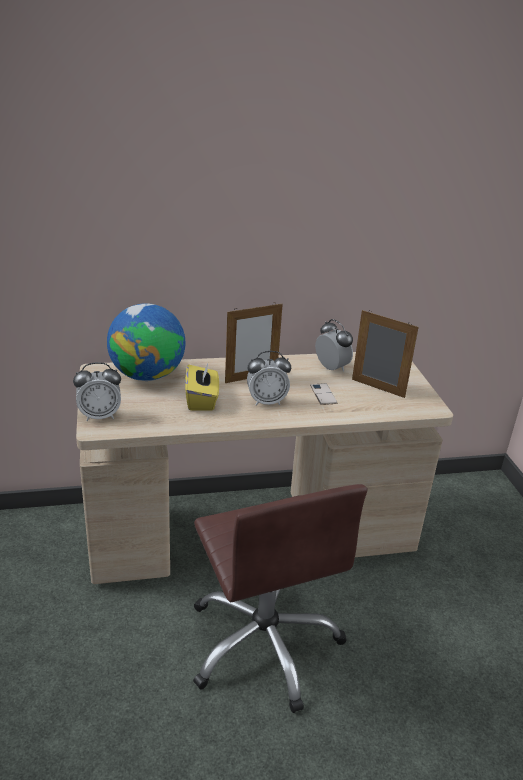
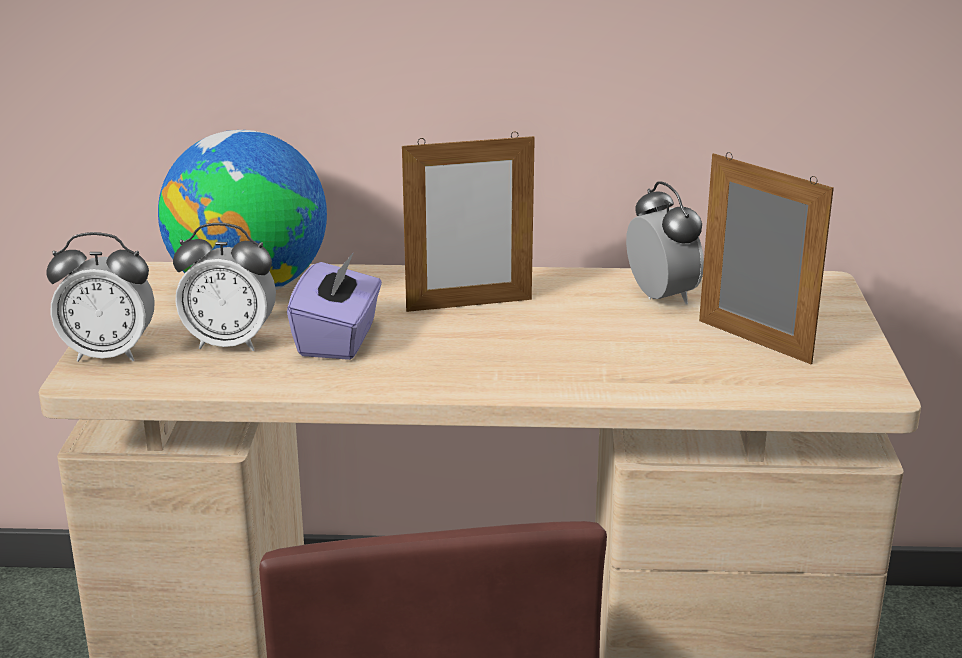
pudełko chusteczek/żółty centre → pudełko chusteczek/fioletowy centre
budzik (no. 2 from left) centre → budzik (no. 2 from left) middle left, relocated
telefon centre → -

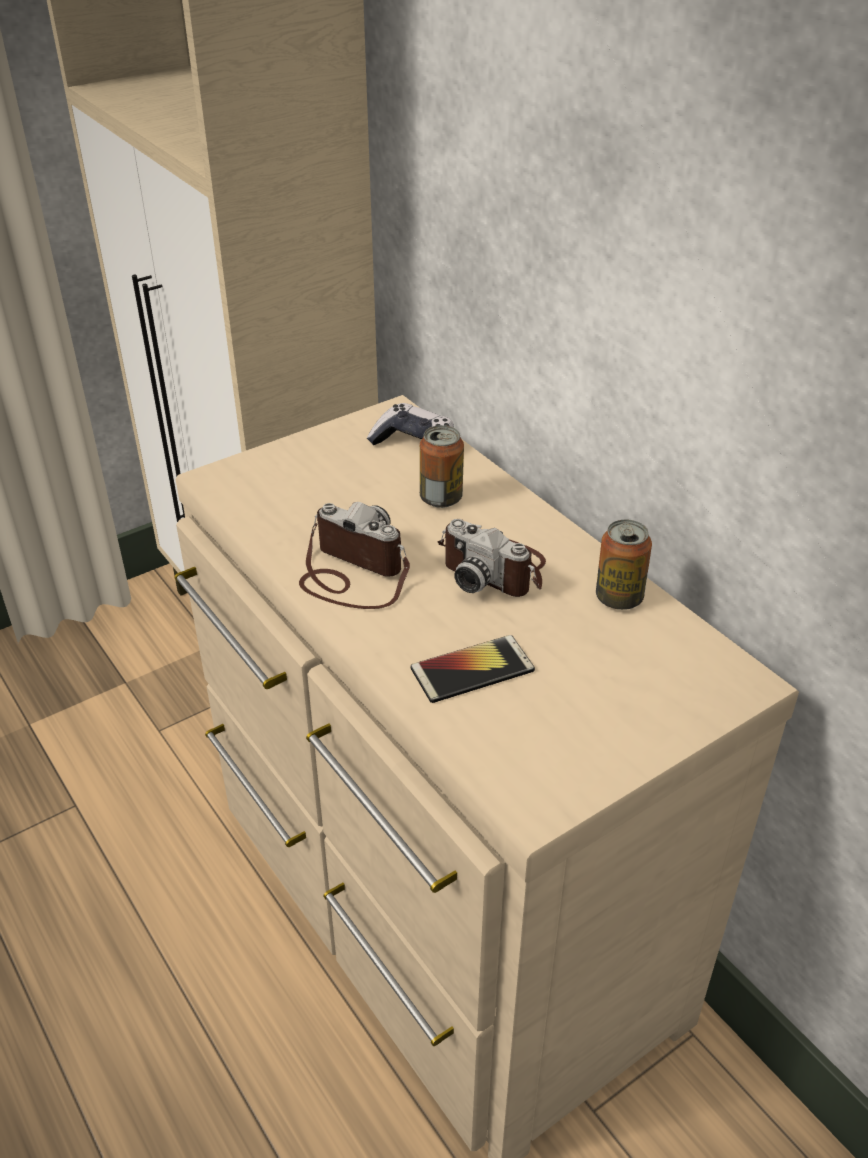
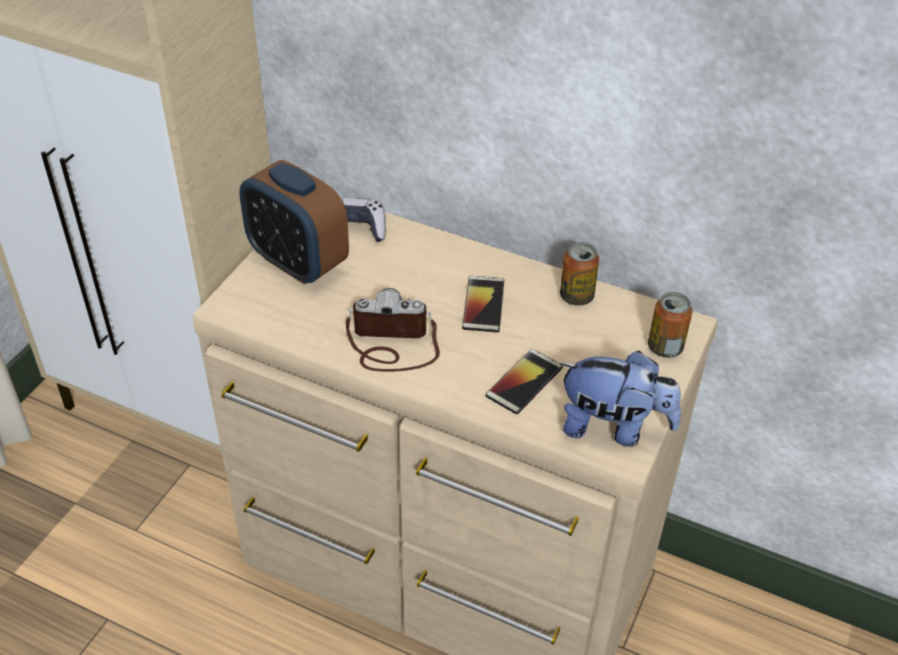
puszka (no. 1 from left in the first image) centre → puszka (no. 2 from left) middle right, relocated
aparat fotograficzny (no. 2 from left) centre → telefon (no. 1 from left) centre
- → budzik middle left
- → pluszak middle right

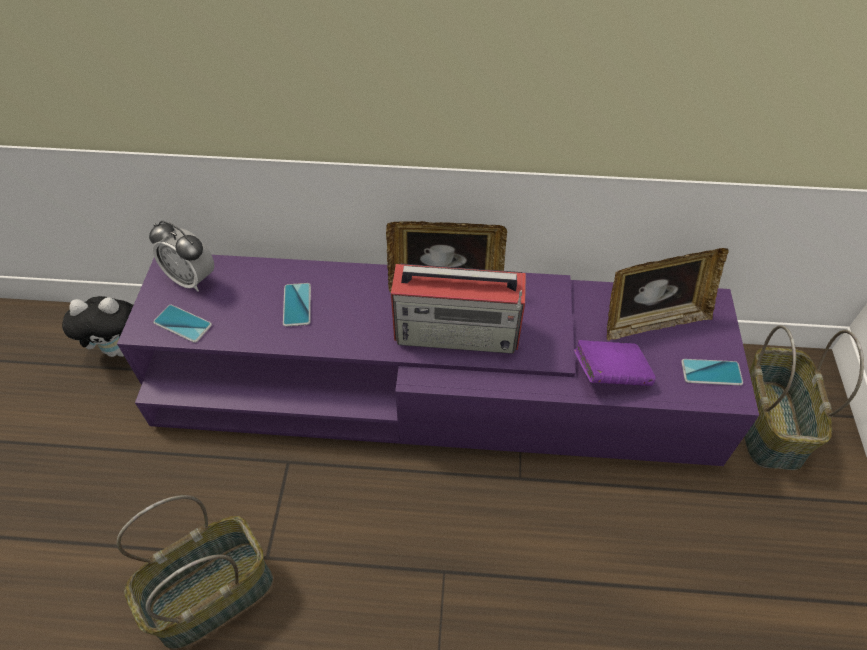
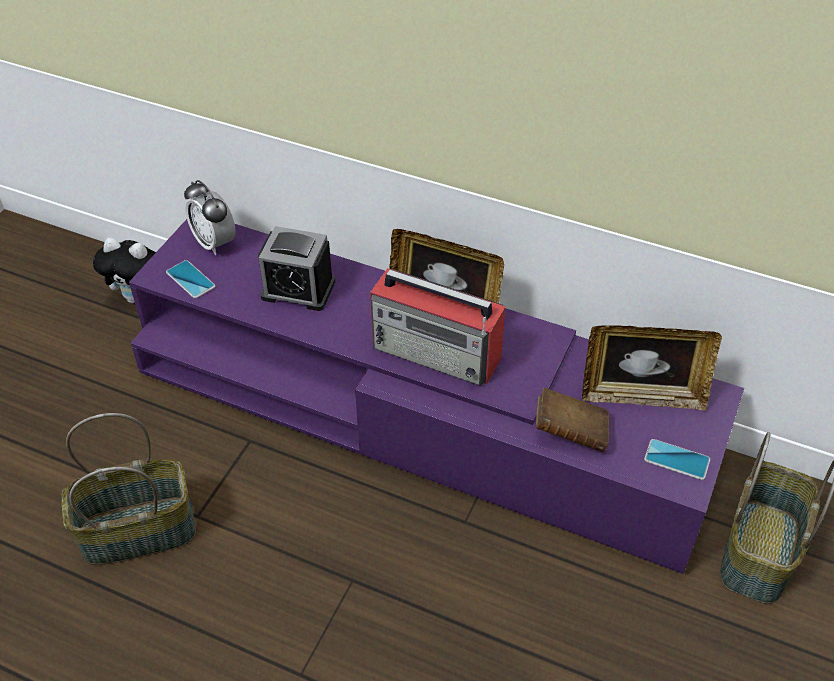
telefon (no. 2 from left) centre → budzik (no. 2 from left) centre
książka/fioletowy middle right → książka/brązowy middle right

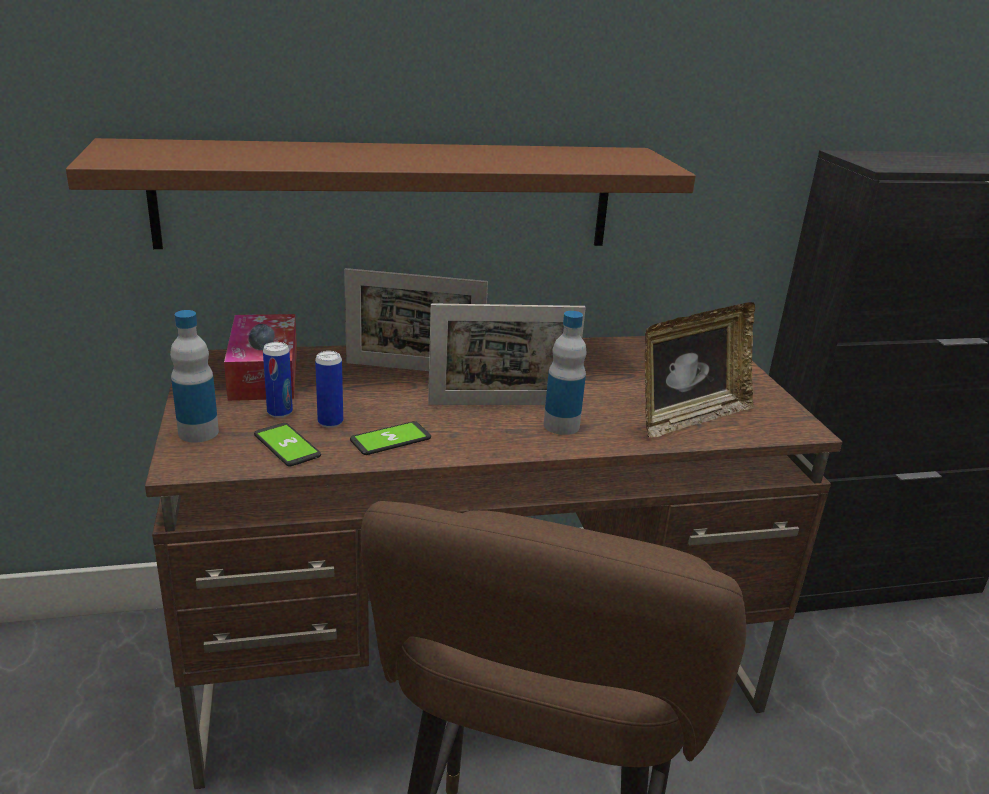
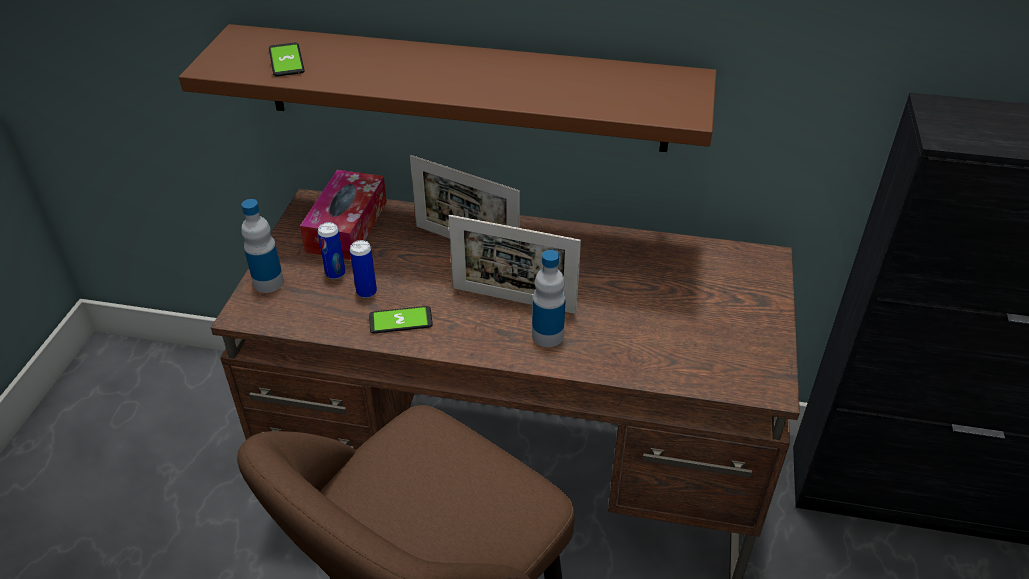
telefon (no. 1 from left) middle left → telefon (no. 1 from left) top left, relocated
ramka na zdjęcie (no. 3 from left) middle right → -

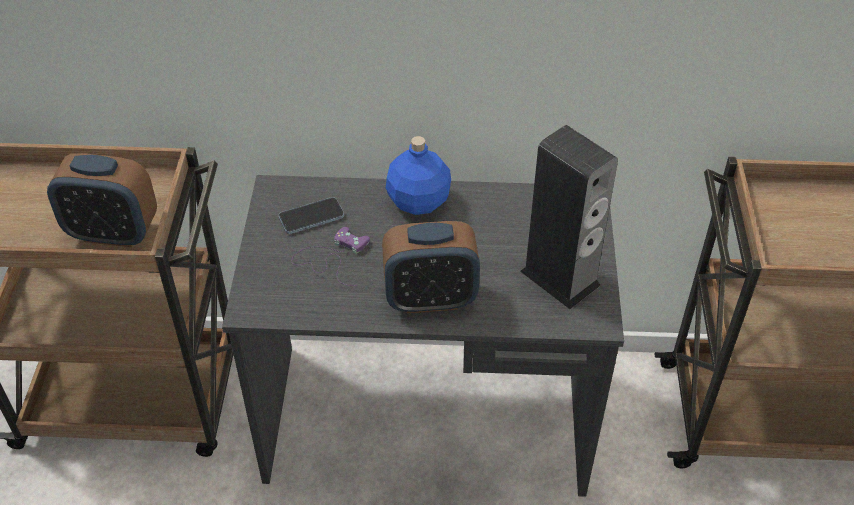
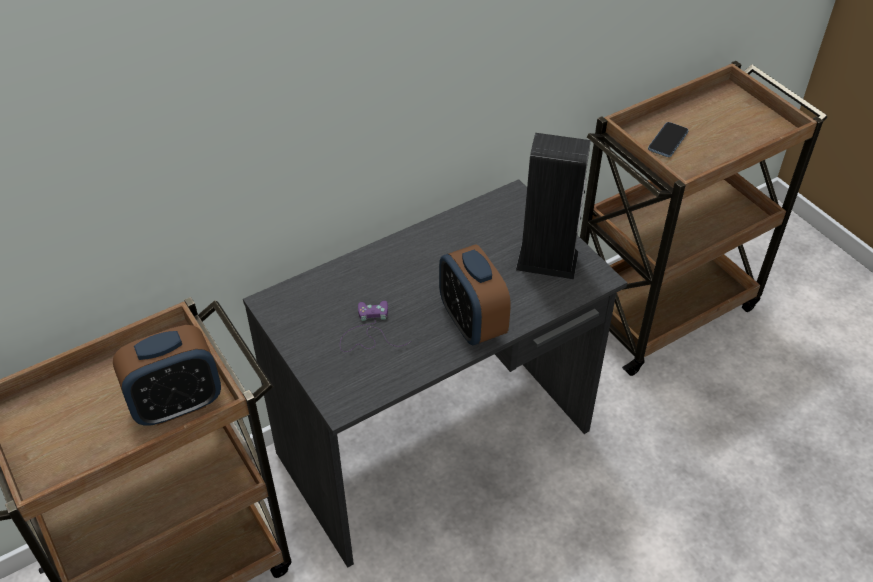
telefon centre → telefon top right, relocated
budzik (no. 2 from left) centre, 105 degrees clockwise
butelka/niebieski centre → -

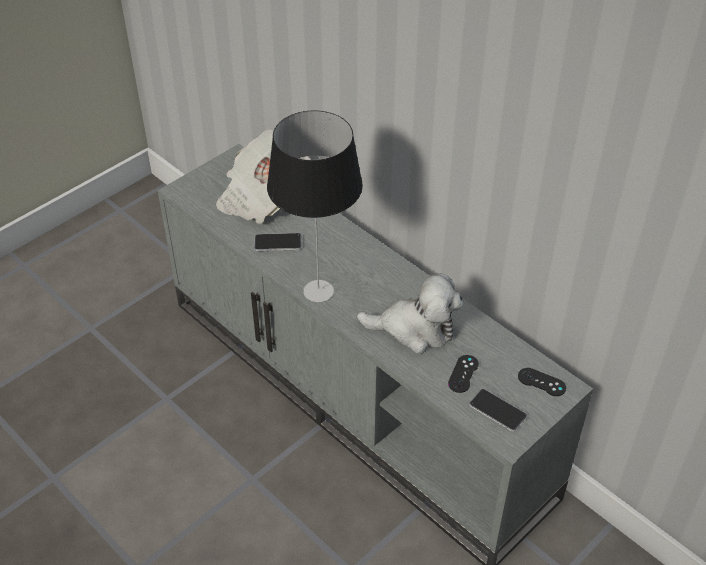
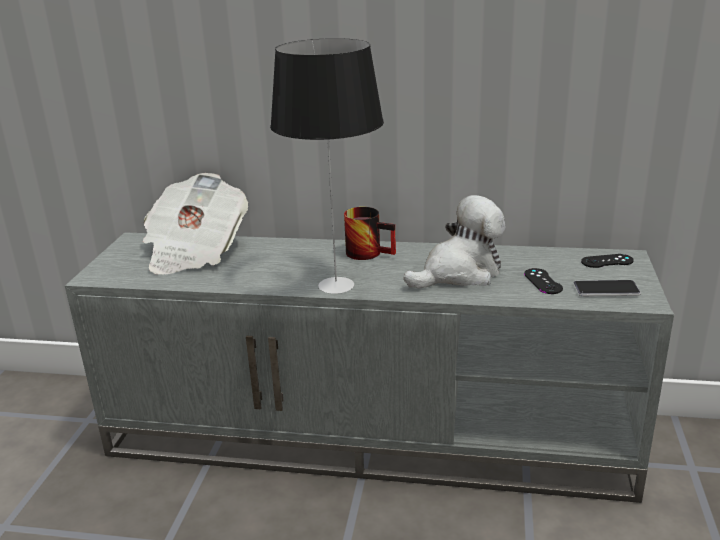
telefon (no. 1 from left) centre → -
- → kubek centre

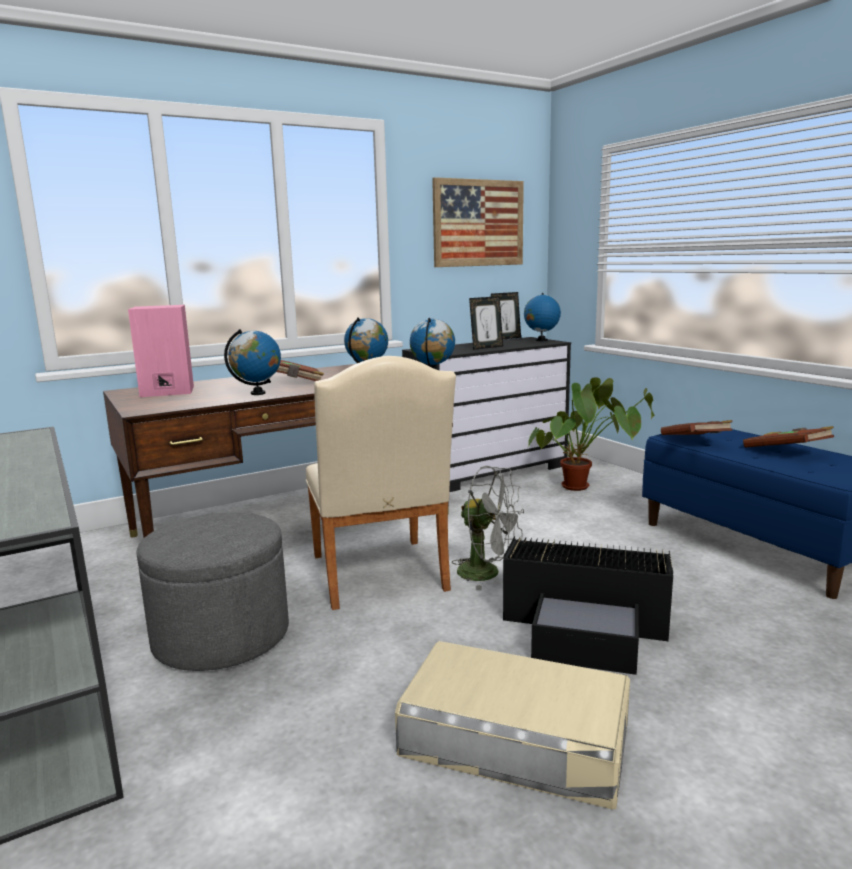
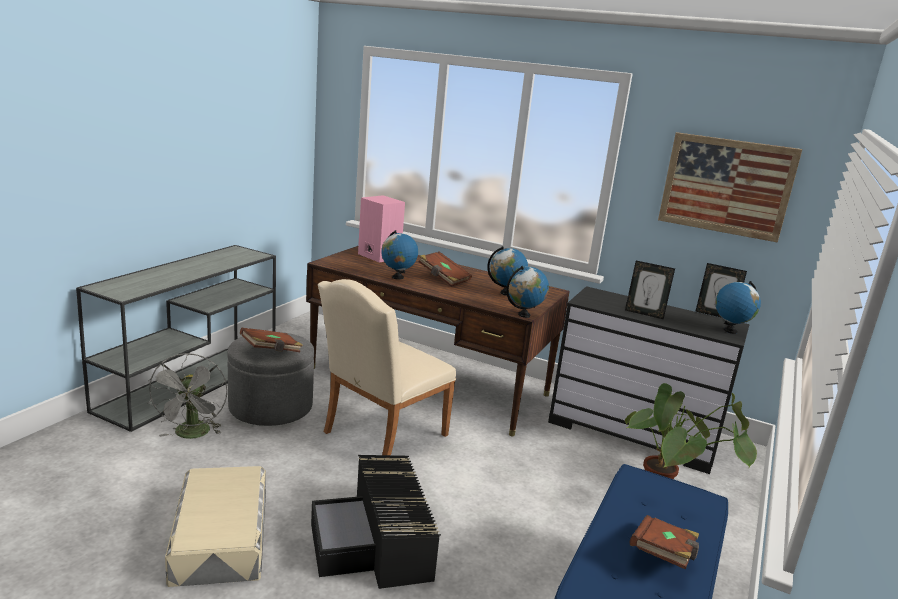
wentylator/szary centre → wentylator/szary middle left, relocated
książka/brązowy (no. 2 from left in the first image) middle right → książka/brązowy (no. 1 from left) middle left, relocated

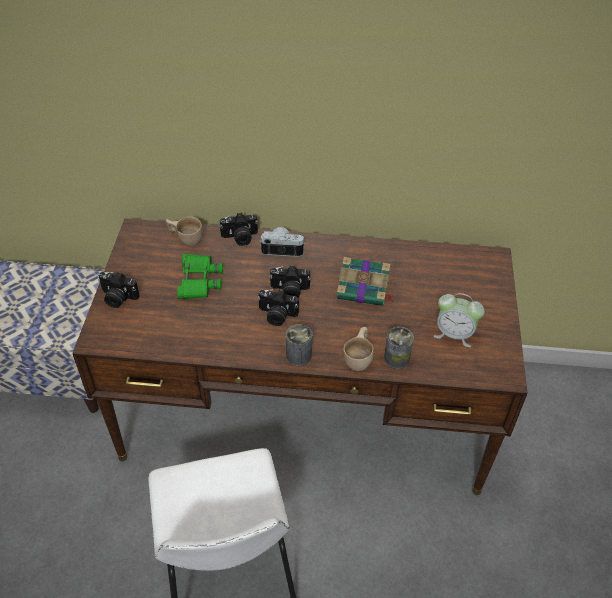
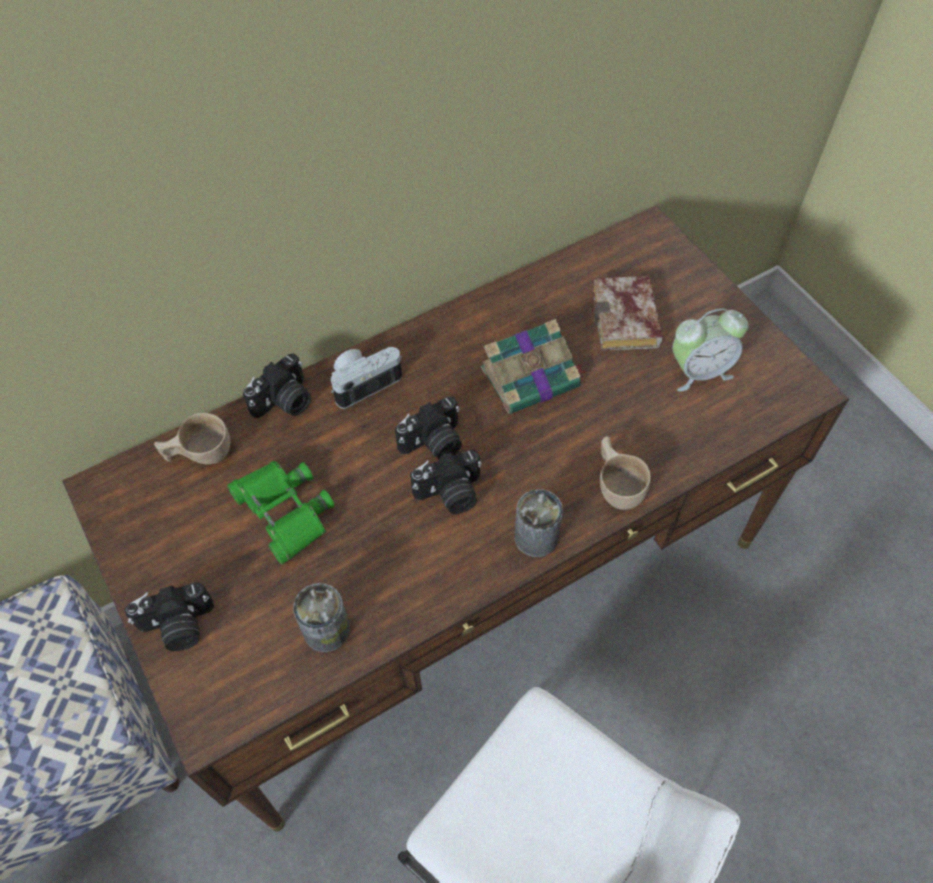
puszka (no. 2 from left in the first image) centre → puszka (no. 1 from left) bottom centre, relocated
- → książka (no. 2 from left) middle right

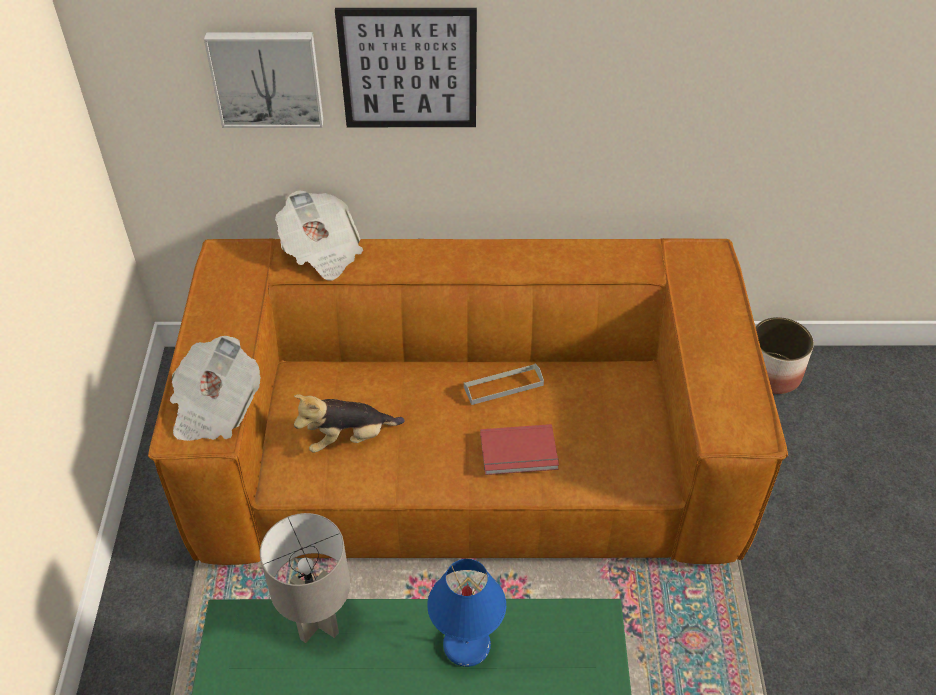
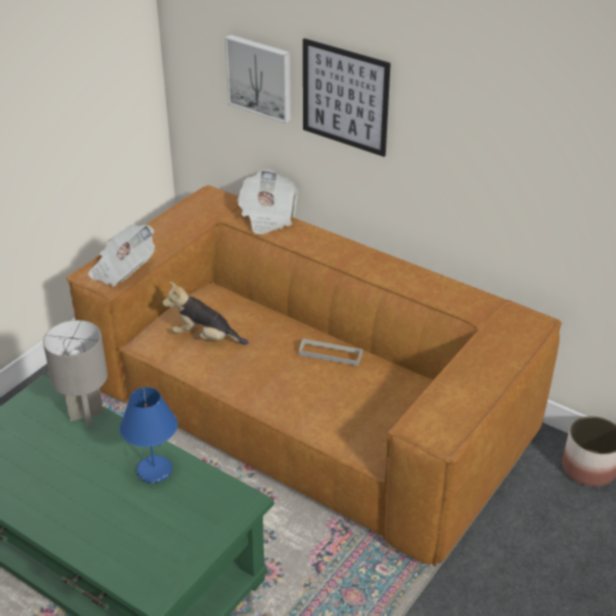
książka/czerwony centre → -

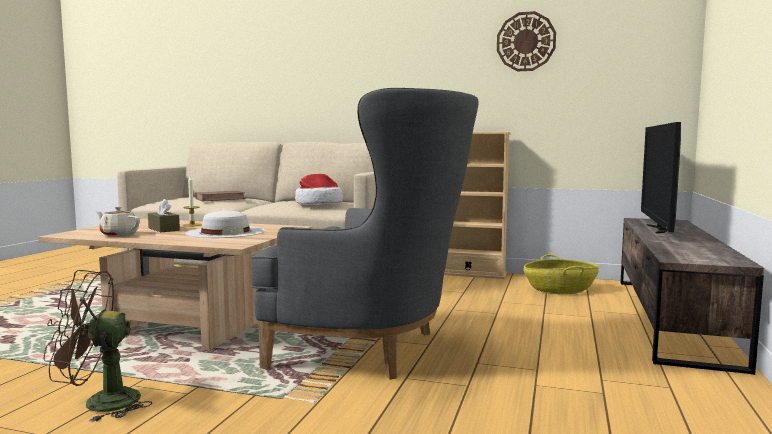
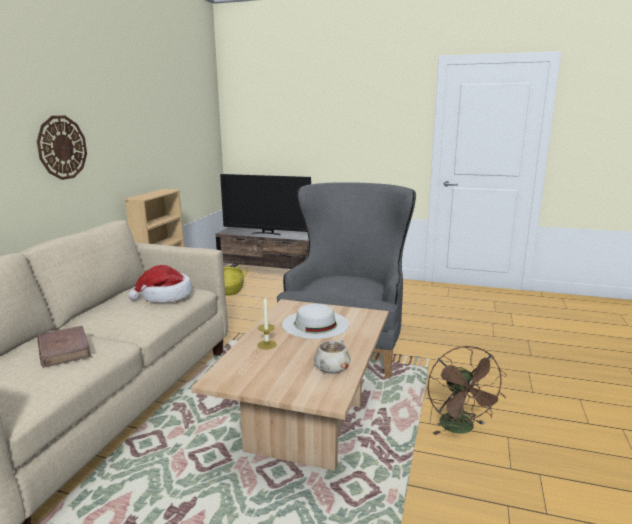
pudełko chusteczek/brązowy middle left → -
zegar ścienny top right → zegar ścienny top left, relocated

